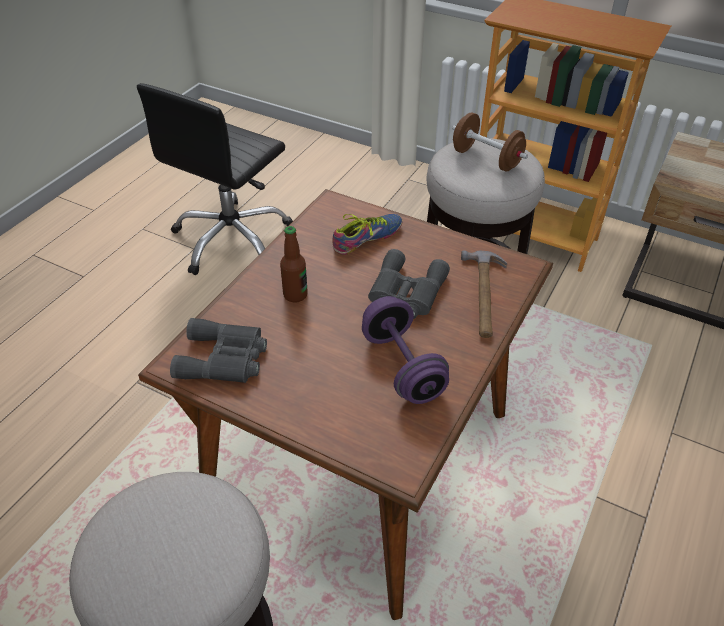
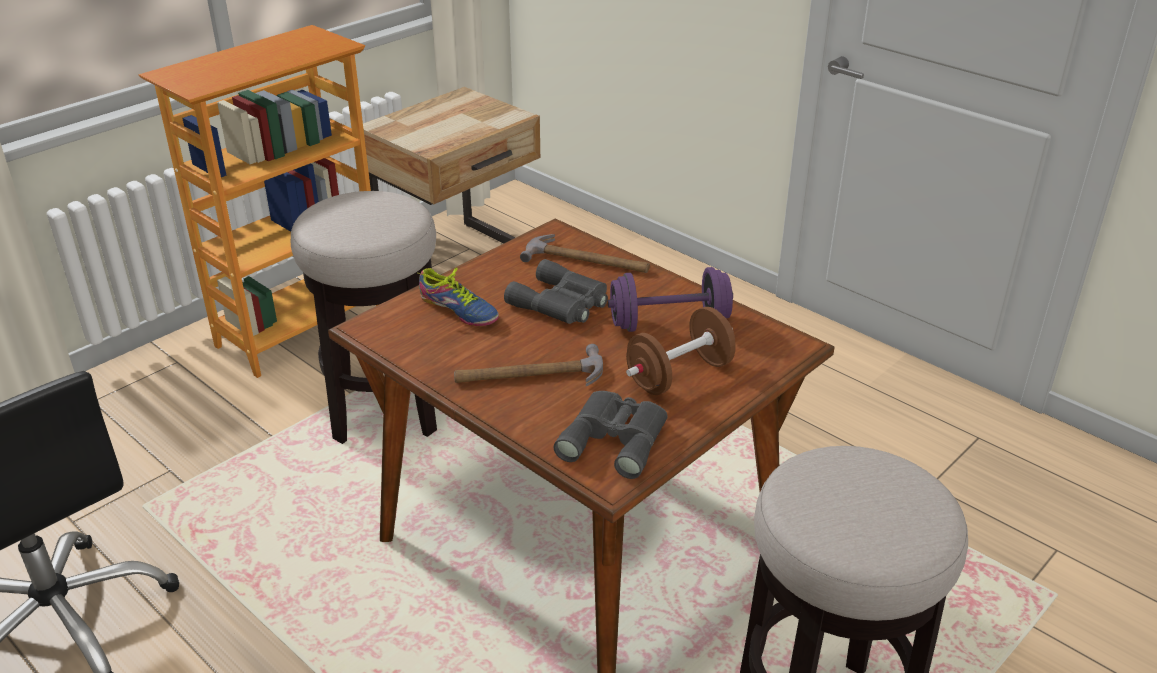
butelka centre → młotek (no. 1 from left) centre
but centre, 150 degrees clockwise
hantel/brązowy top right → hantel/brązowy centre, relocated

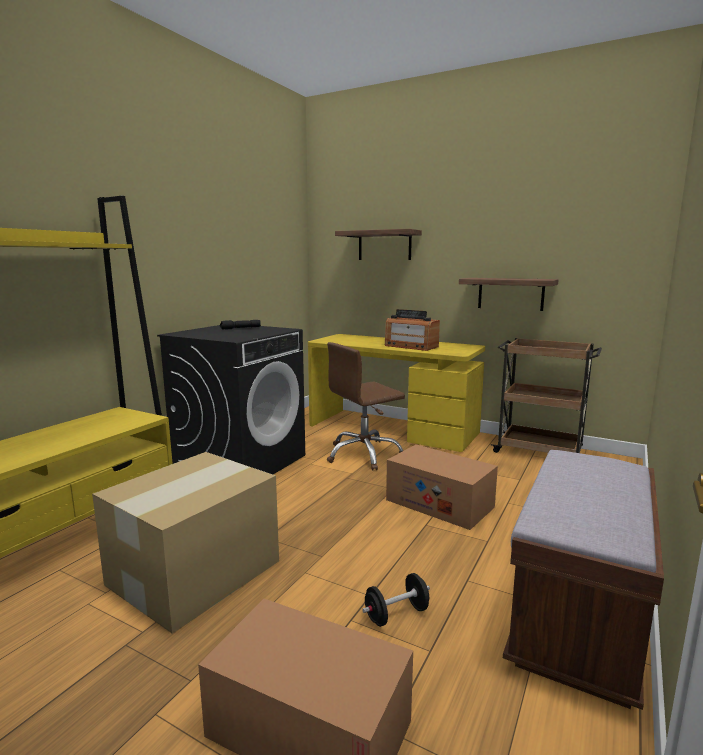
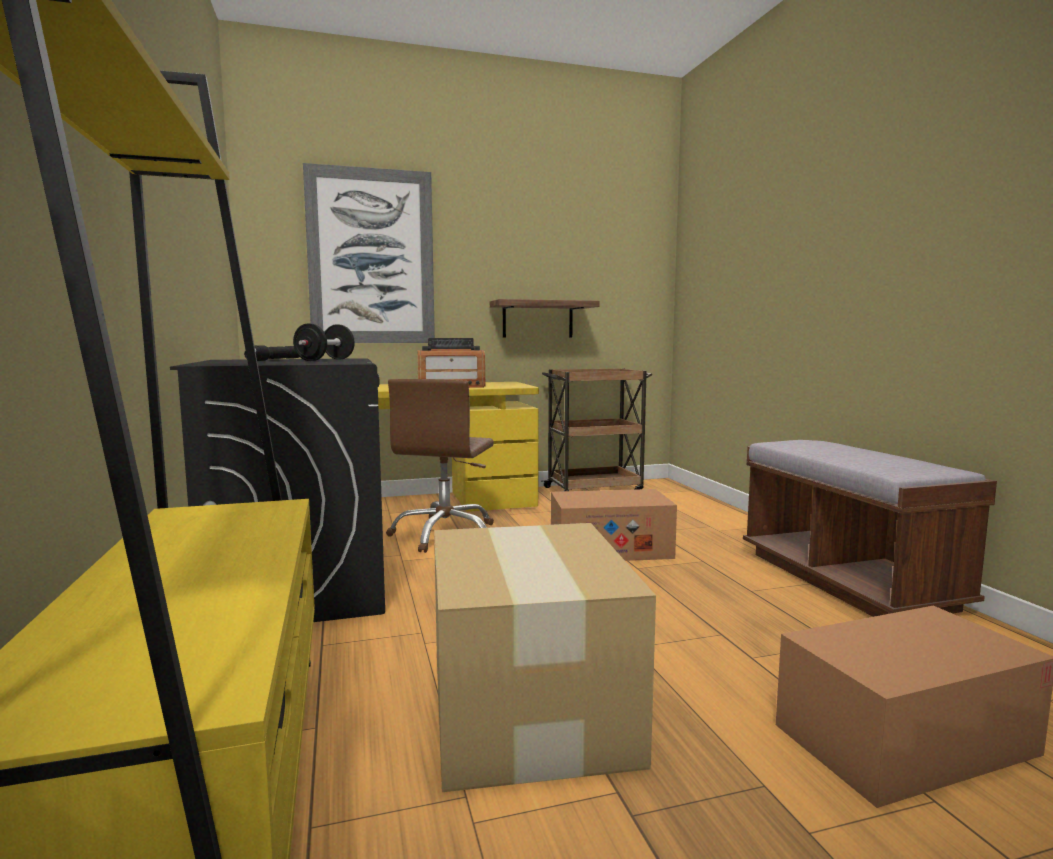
półka (no. 1 from left) top centre → obraz top centre
hantel/czarny bottom centre → hantel/czarny middle left, relocated

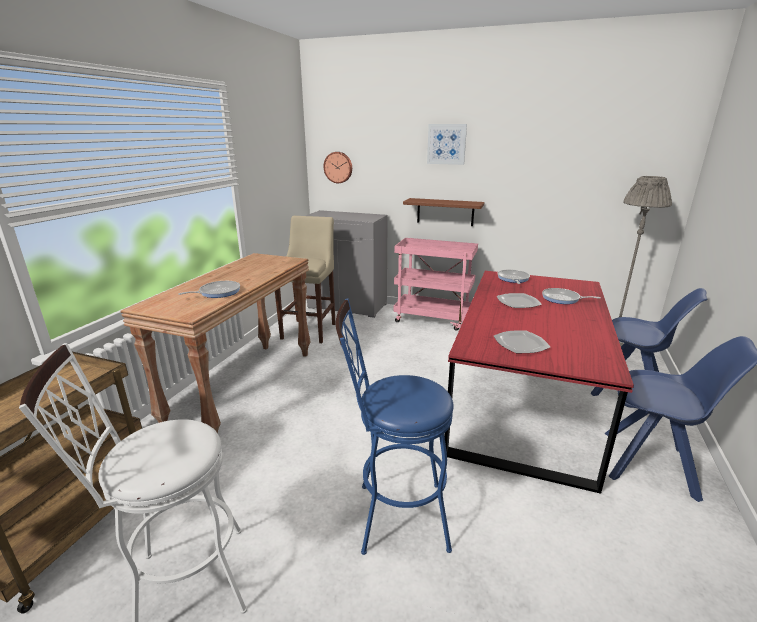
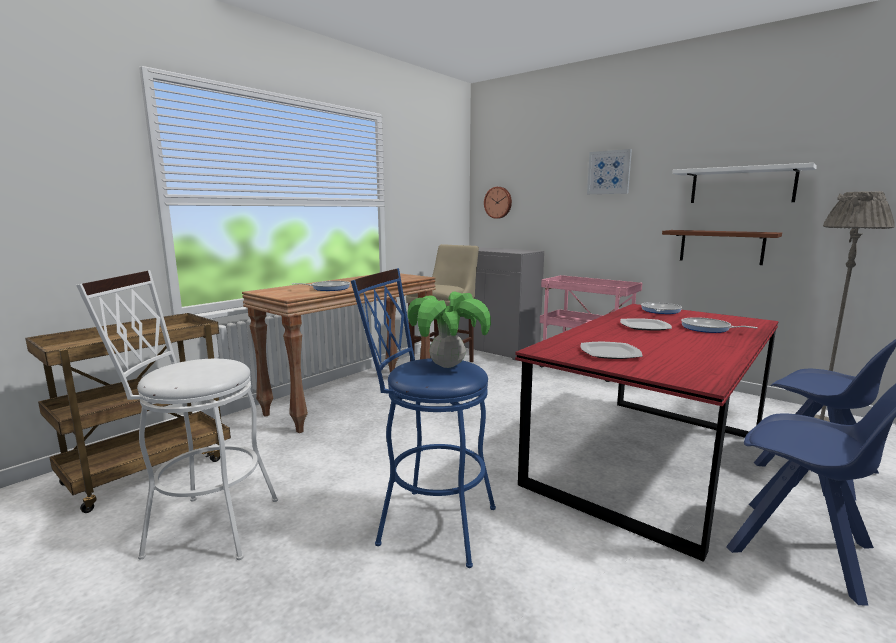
półka/brązowy centre → półka/brązowy middle right, relocated
- → roślina doniczkowa centre
- → półka/biały top right

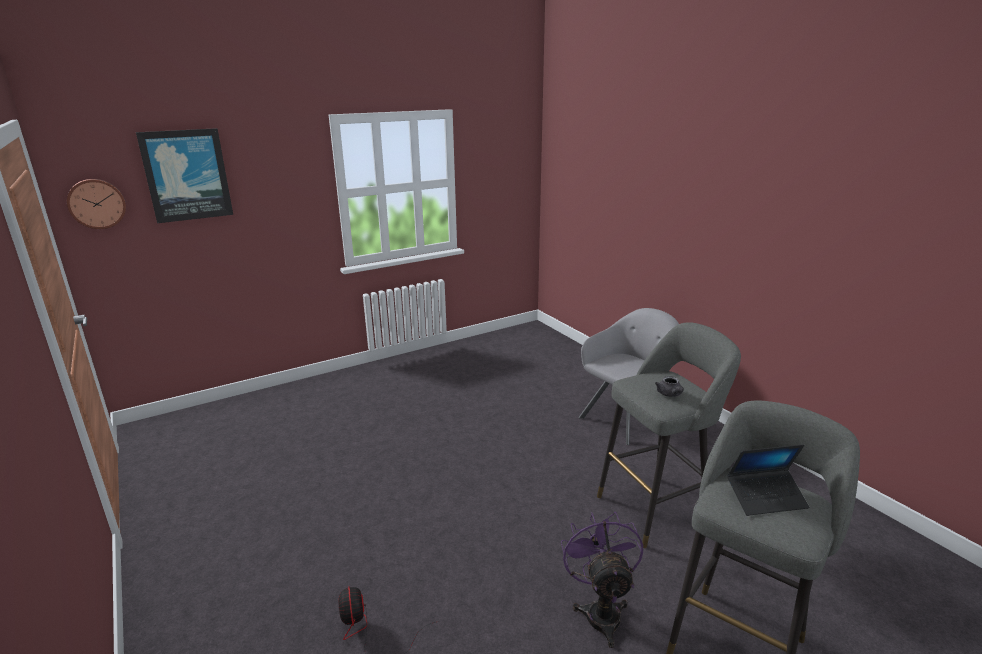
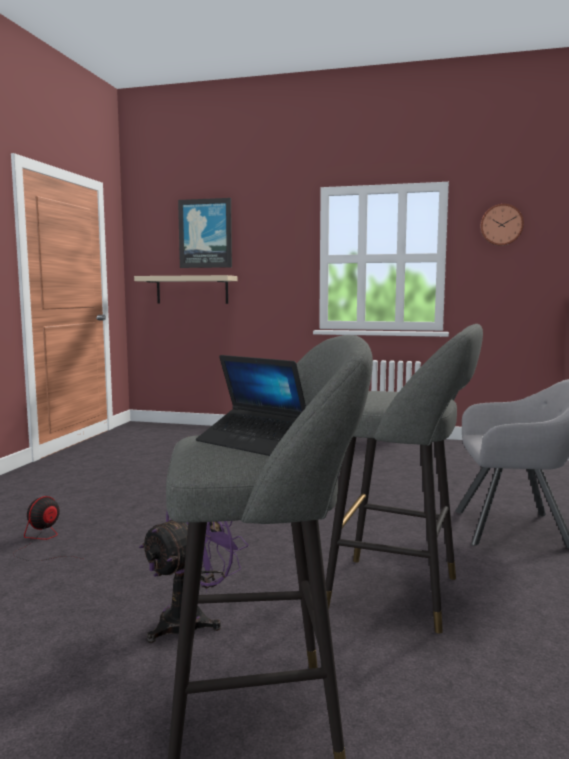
zegar ścienny top left → zegar ścienny top right, relocated
imbryk/szary middle right → -
- → półka/beżowy middle left

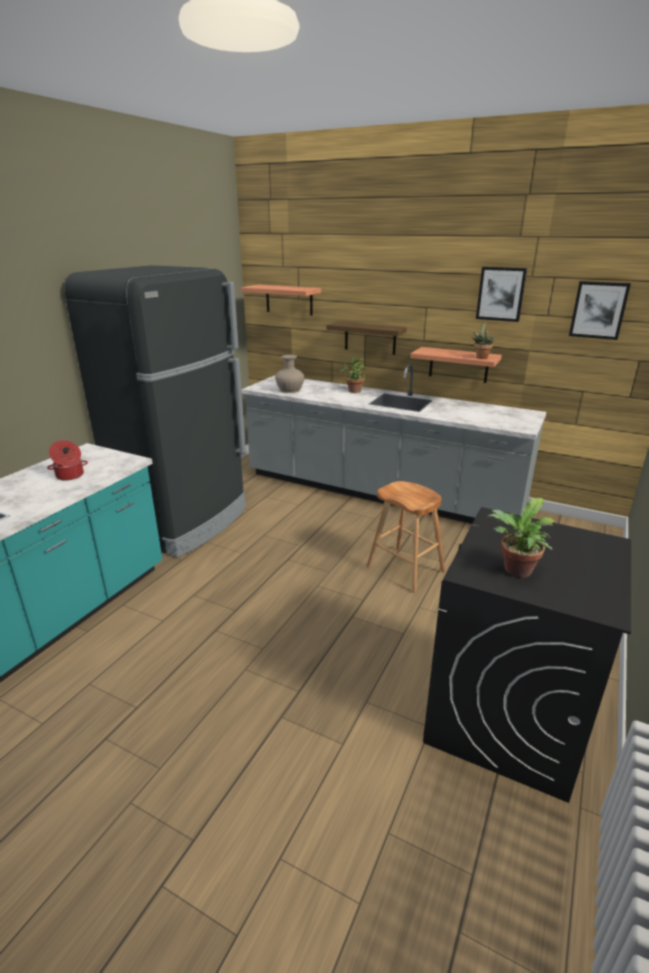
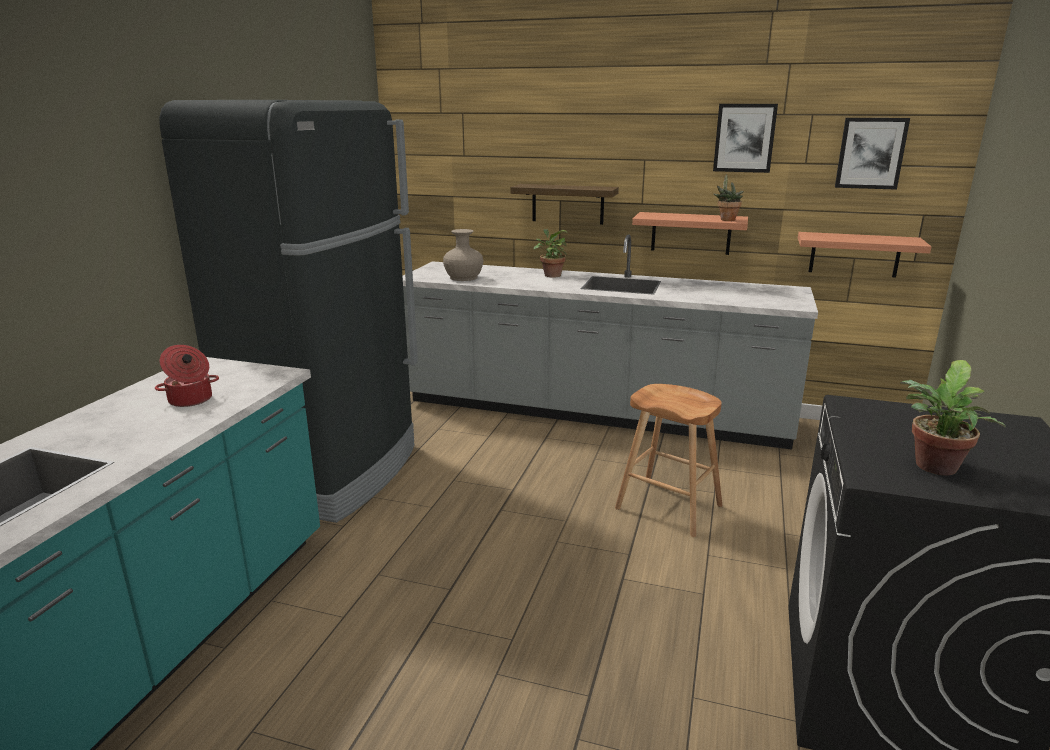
półka (no. 1 from left in the first image) top centre → półka (no. 3 from left) middle right, relocated

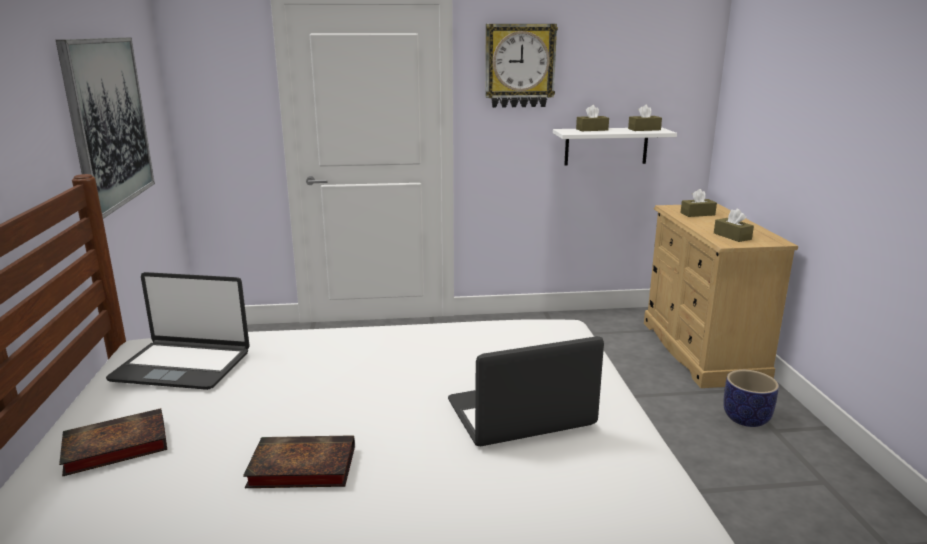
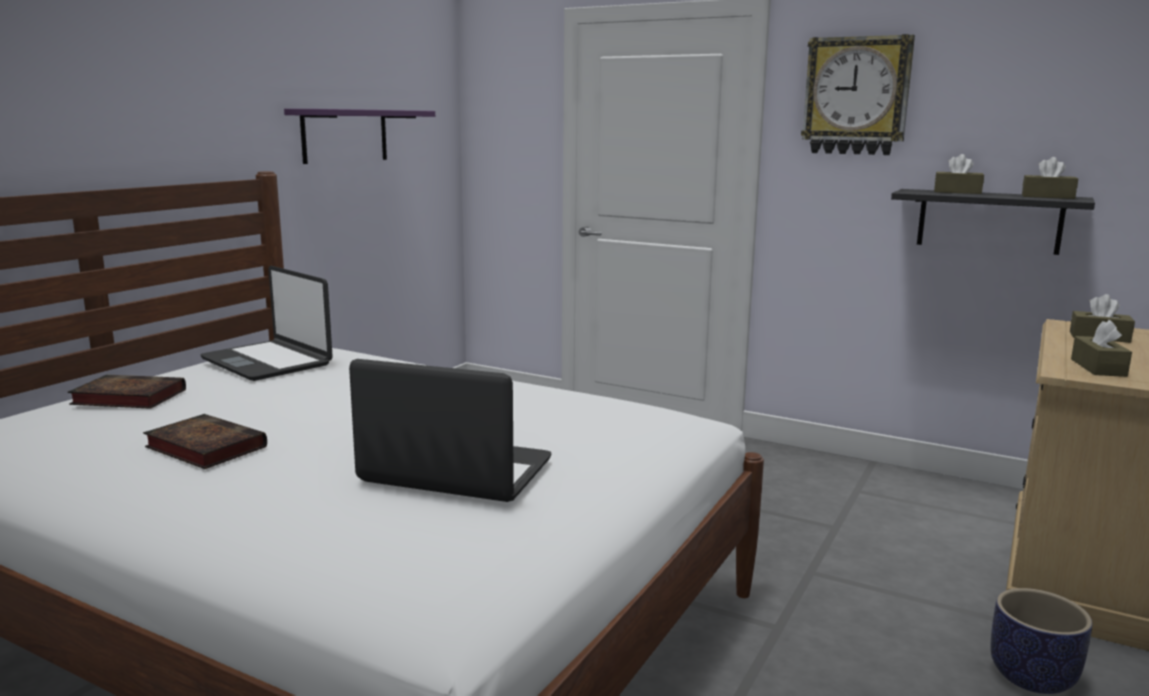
obraz top left → półka/fioletowy top left
półka/biały top centre → półka/czarny top right

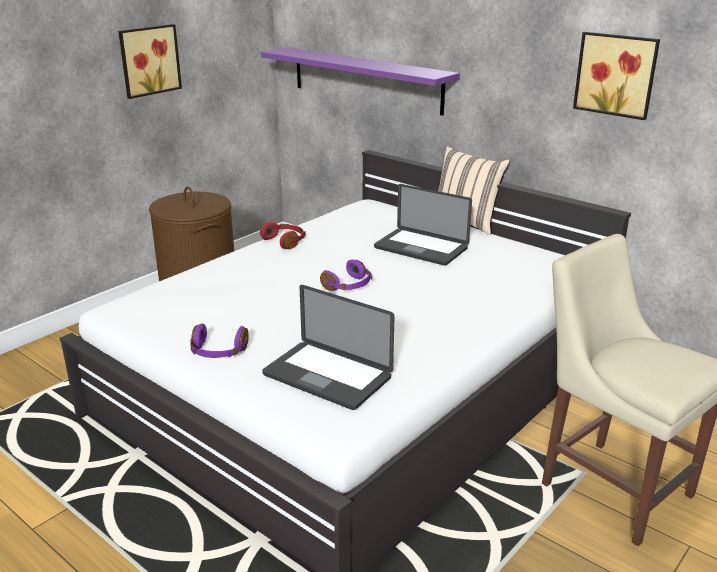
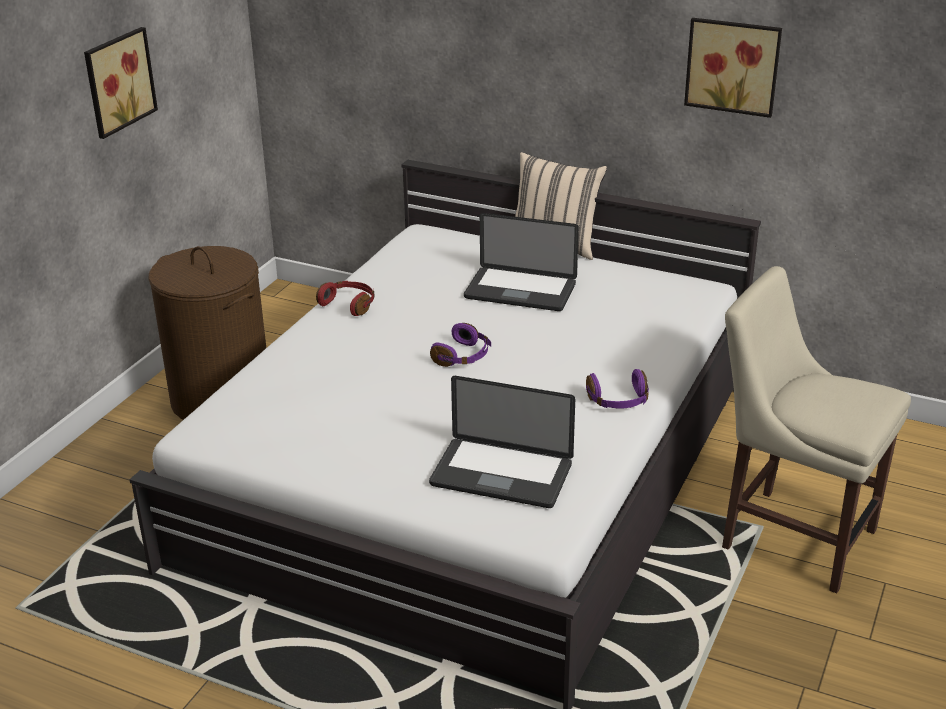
słuchawki/fioletowy (no. 1 from left in the first image) middle left → słuchawki/fioletowy (no. 2 from left) centre, relocated
półka/fioletowy top centre → -

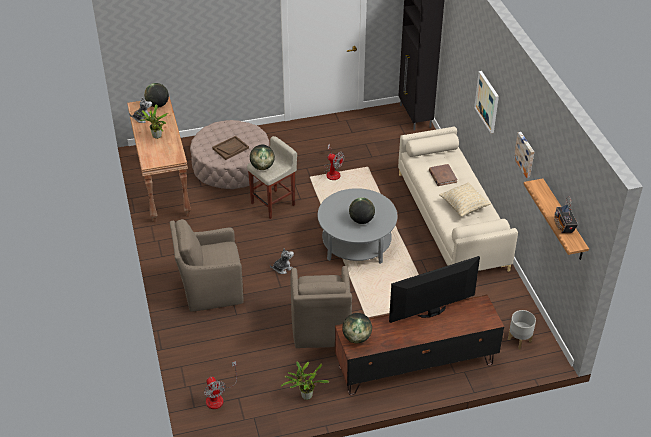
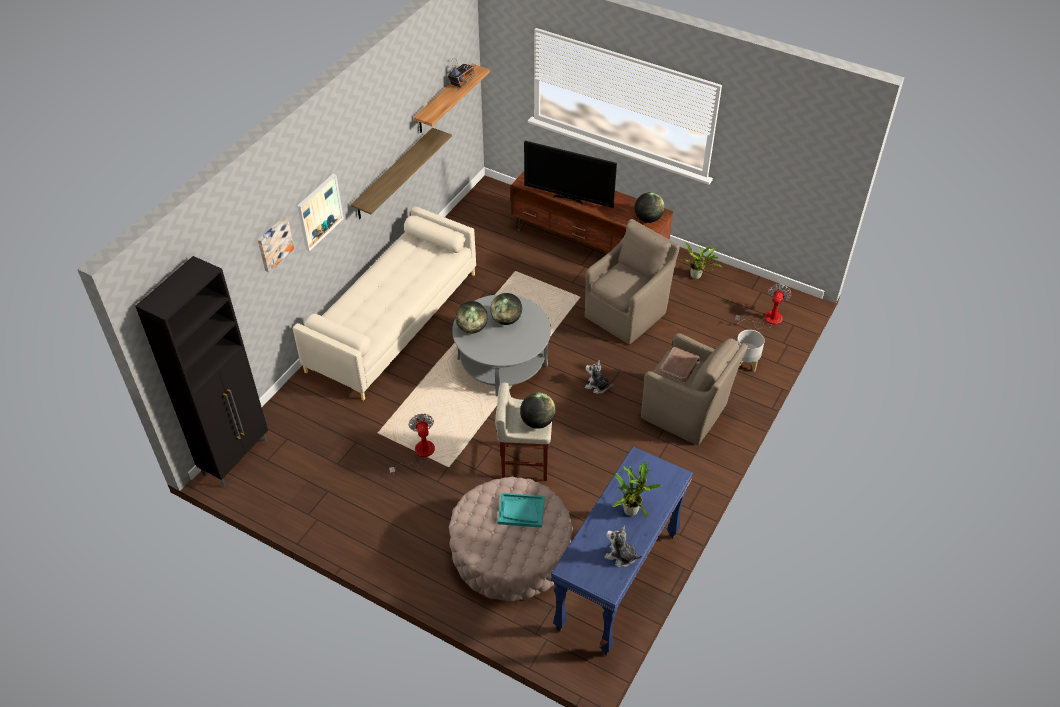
stolik konsolowy/brązowy middle left → stolik konsolowy/niebieski bottom centre
globus (no. 1 from left) top left → globus (no. 1 from left) centre, relocated
taca/brązowy centre → taca/turkusowy bottom centre
książka/brązowy middle right → książka/brązowy centre, relocated
poduszka/beżowy middle right → -
donica/szary bottom right → donica/szary middle right, relocated
obraz (no. 2 from left in the first image) middle right → obraz (no. 1 from left) middle left, relocated
- → półka (no. 1 from left) top centre

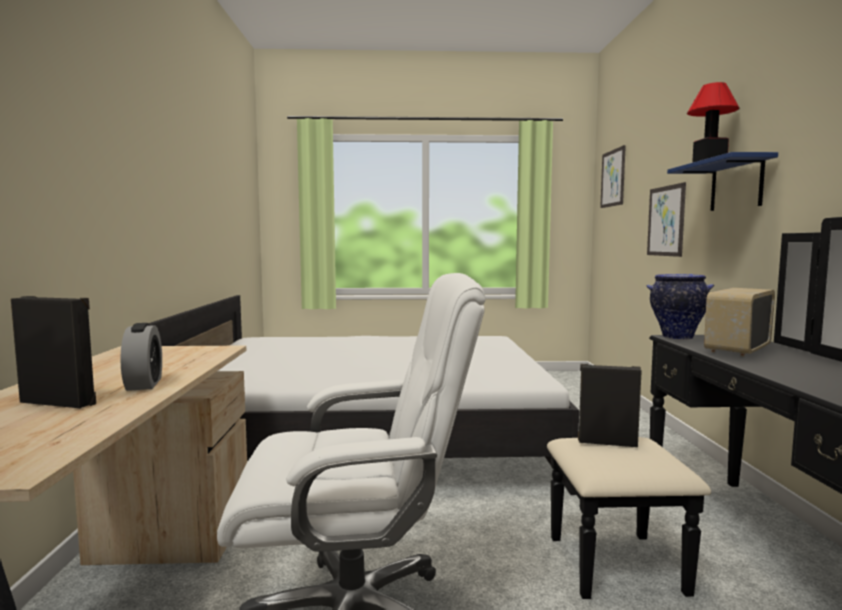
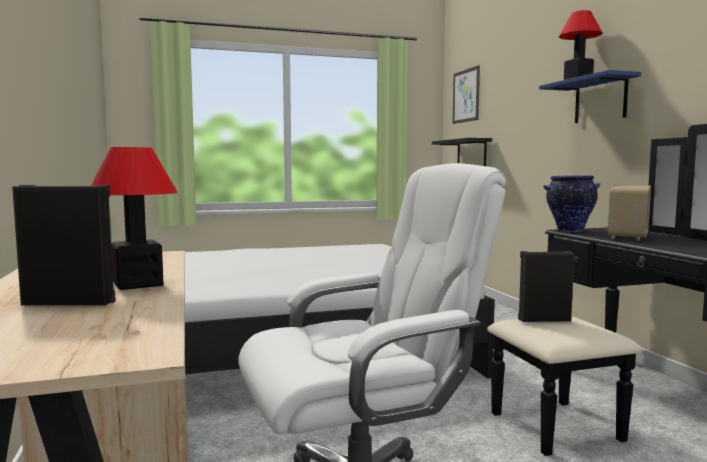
budzik middle left → lampa stołowa (no. 1 from left) middle left
obraz (no. 2 from left) middle right → -
- → półka/czarny top centre

